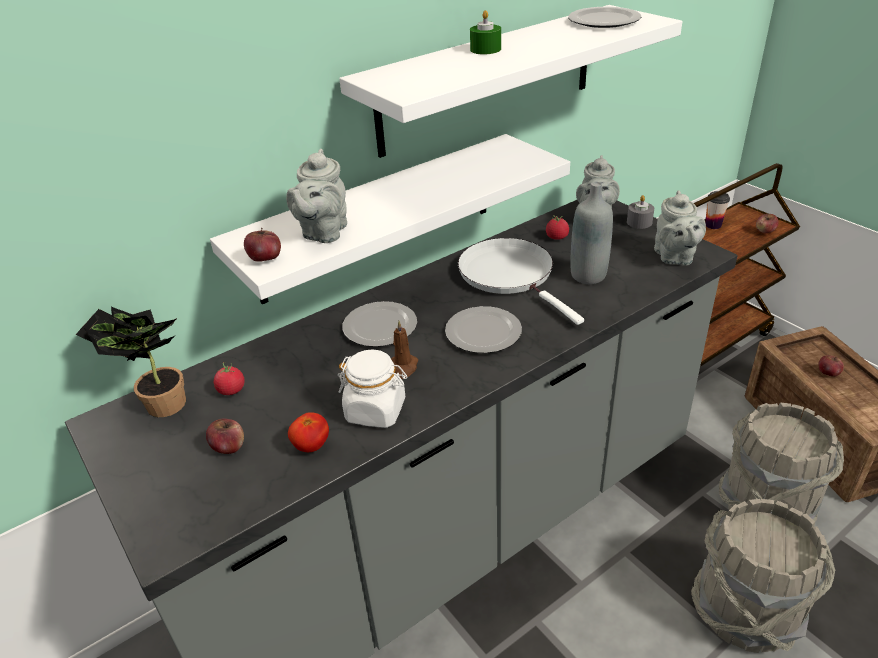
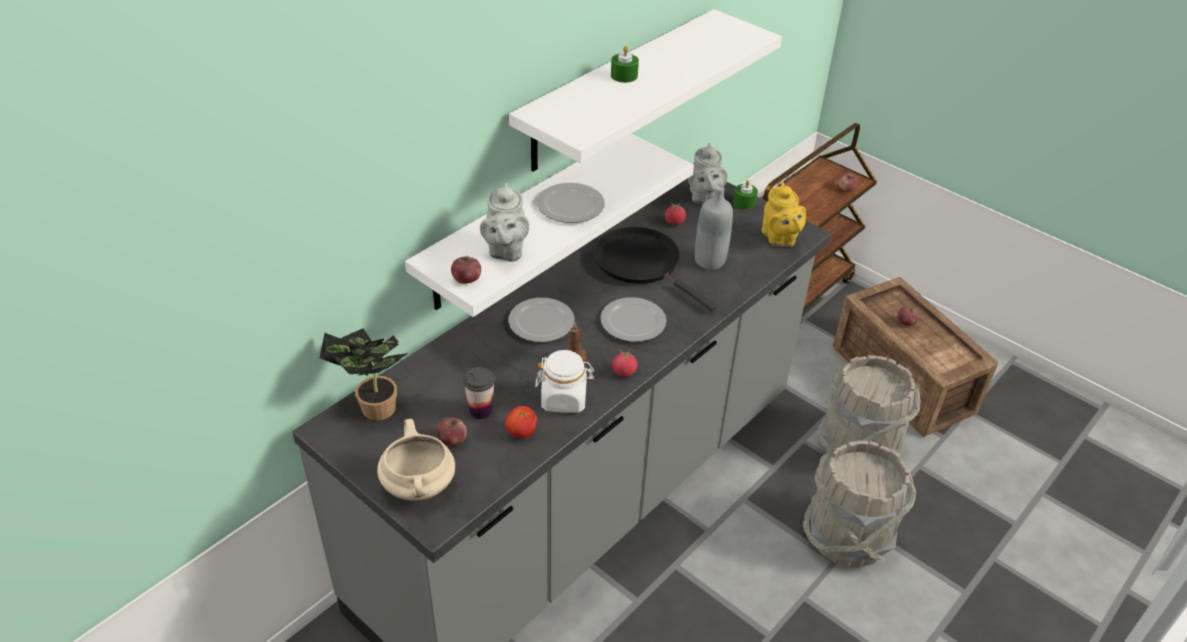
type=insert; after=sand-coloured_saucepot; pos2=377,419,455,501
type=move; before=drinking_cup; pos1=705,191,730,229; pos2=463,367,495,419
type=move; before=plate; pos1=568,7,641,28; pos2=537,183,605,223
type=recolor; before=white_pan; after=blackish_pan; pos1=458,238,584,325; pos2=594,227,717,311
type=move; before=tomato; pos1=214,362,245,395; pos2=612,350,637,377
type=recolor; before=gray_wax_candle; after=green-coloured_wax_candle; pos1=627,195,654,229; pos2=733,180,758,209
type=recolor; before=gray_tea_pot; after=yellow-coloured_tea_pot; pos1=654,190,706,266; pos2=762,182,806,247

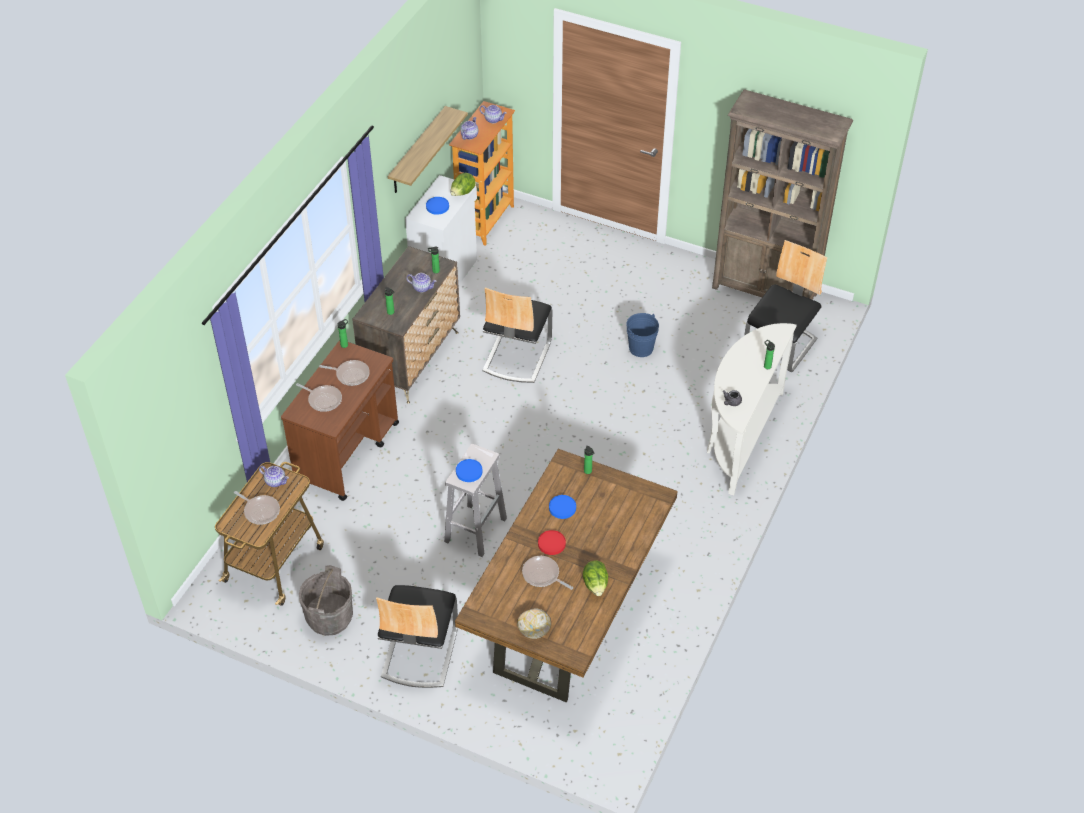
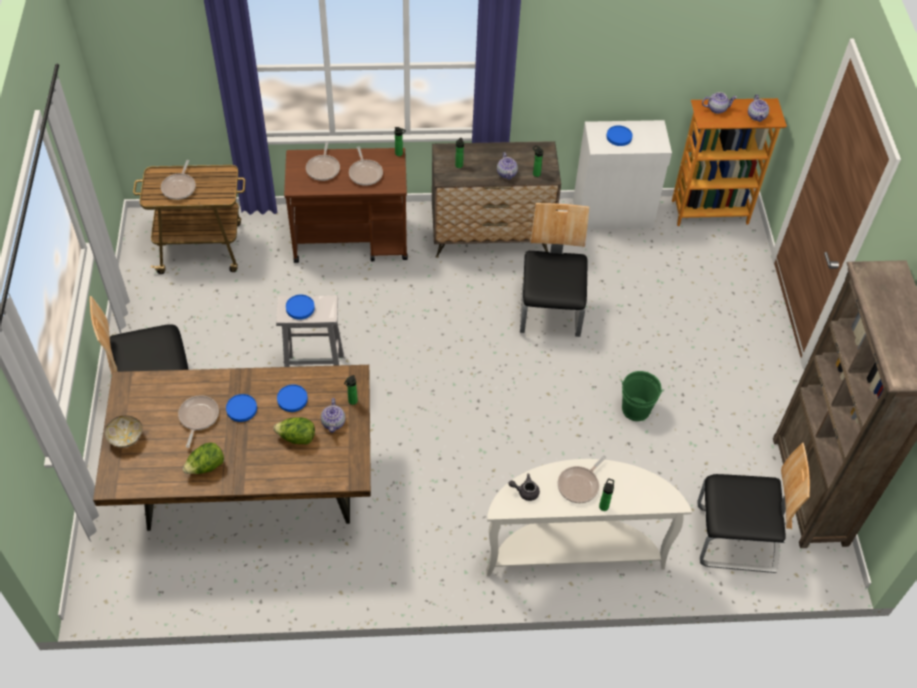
type=recolor; before=reddish_plate; after=blue_plate; pos1=538,530,566,555; pos2=226,394,257,422
type=move; before=lettuce_head; pos1=450,173,475,196; pos2=273,417,315,444
type=move; before=tea_pot; pos1=259,466,289,487; pos2=321,398,345,433
type=rotate; before=upright_chair; pos1=483,287,552,383; pos2=520,203,589,337; turn=105
type=insert; after=pan; pos2=558,455,606,503
type=recolor; before=blue_bucket; after=green-coloured_bucket; pos1=626,313,659,357; pos2=621,371,664,421
type=delete; before=gray_bucket; pos1=299,565,353,636
type=delete; before=bracket_shelf; pos1=388,106,468,193

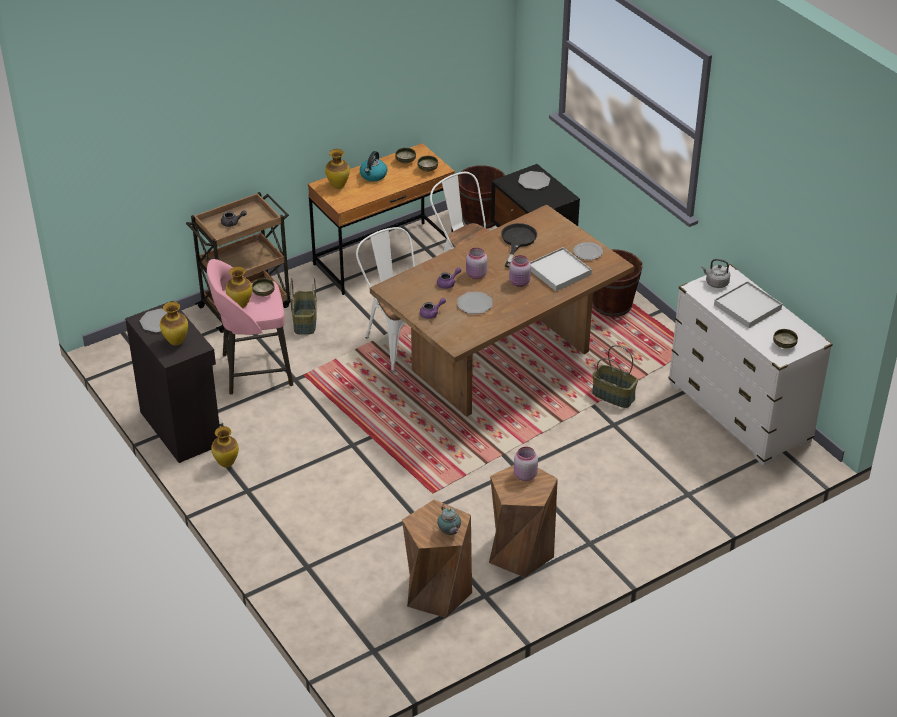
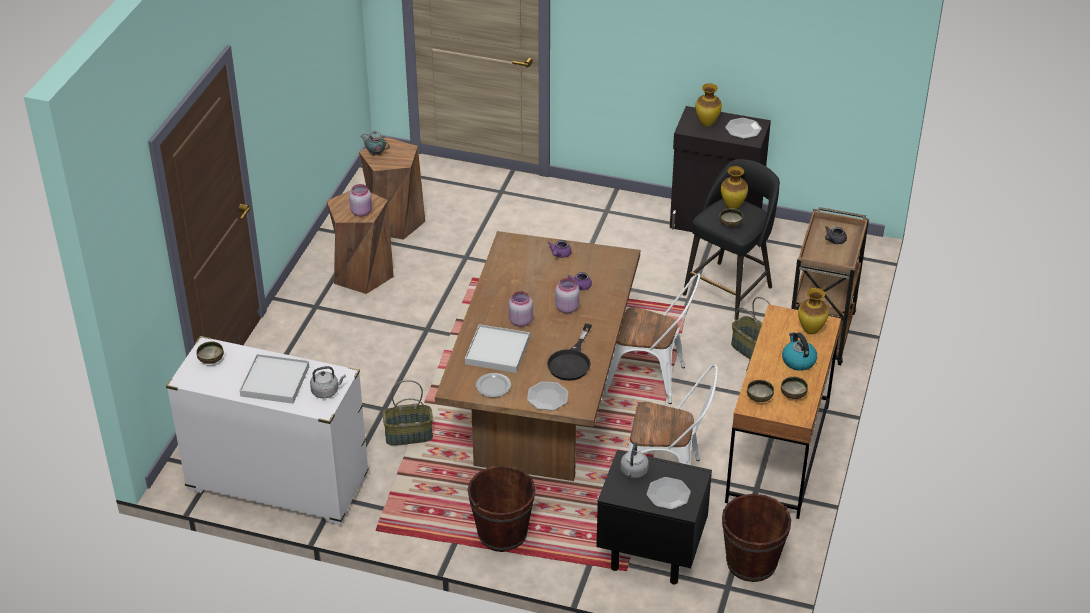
type=move; before=plate; pos1=457,292,492,314; pos2=527,382,568,410
type=rotate; before=blackish_pan; pos1=501,223,537,268; pos2=547,323,592,381; turn=45
type=insert; after=gray_kettle; pos2=621,442,649,478
type=recolor; before=pink_sitting_stool; after=blackish_sitting_stool; pos1=207,259,293,395; pos2=683,159,780,320
type=delete; before=flower_vase; pos1=211,426,239,468

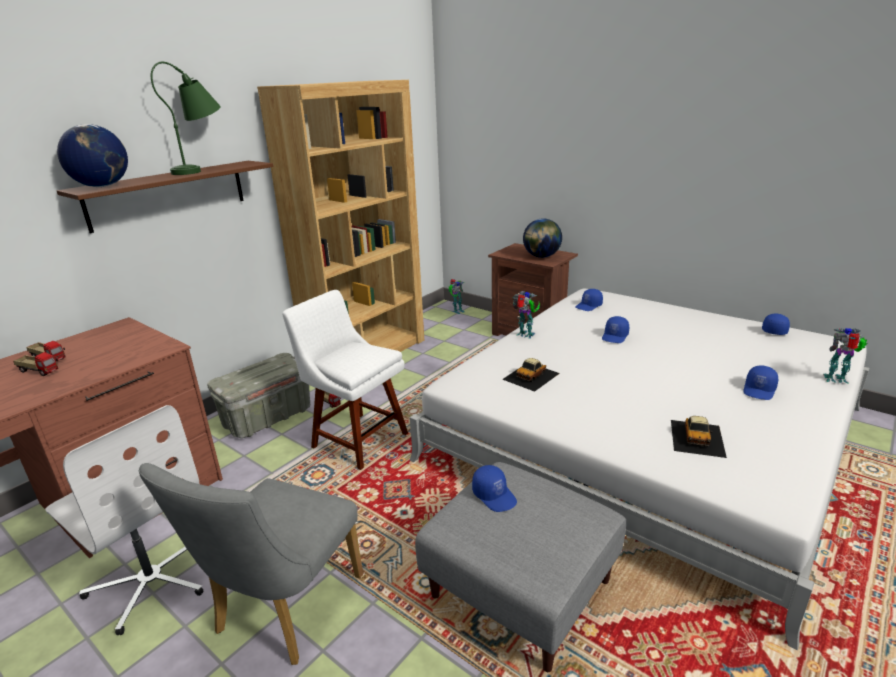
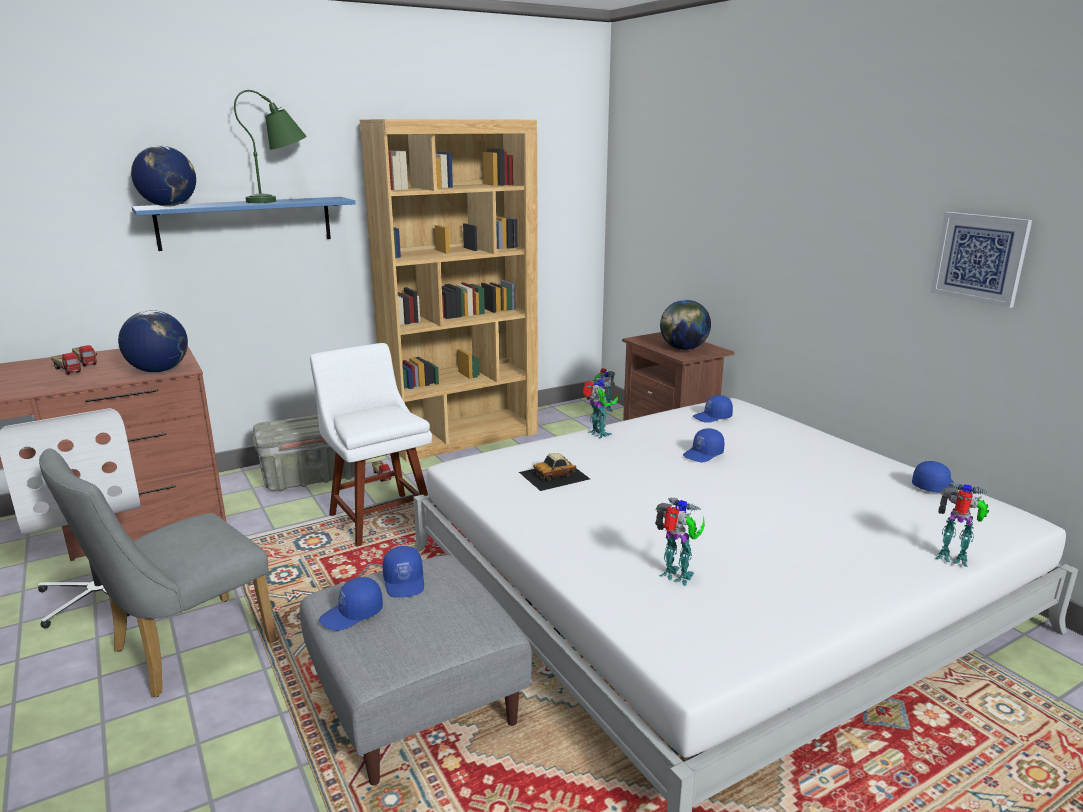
type=insert; after=globe; pos2=118,310,188,373
type=recolor; before=brownish_bracket_shelf; after=blue_bracket_shelf; pos1=57,161,273,233; pos2=132,197,355,251
type=move; before=blue_cap; pos1=743,366,778,400; pos2=319,577,383,631
type=replace; before=toy_car; after=model_robot; pos1=671,416,727,458; pos2=655,498,705,586
type=insert; after=wall_picture; pos2=931,212,1032,308

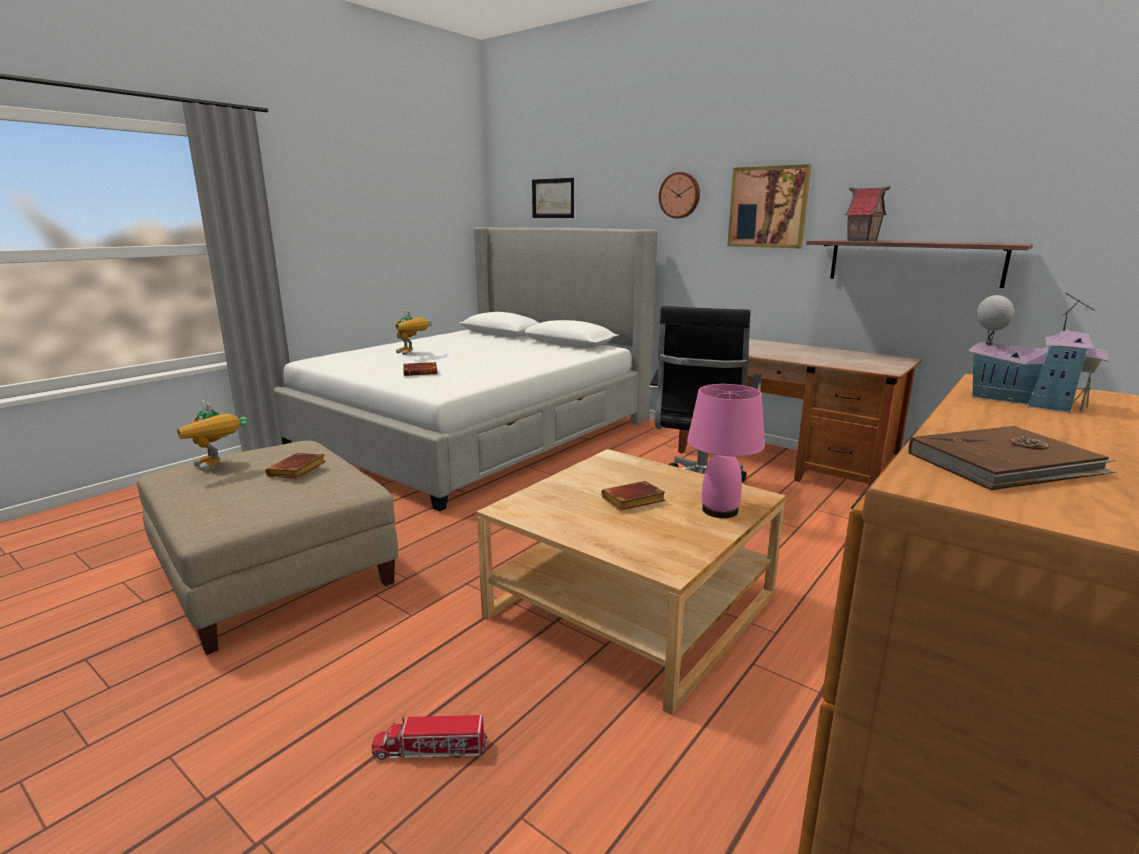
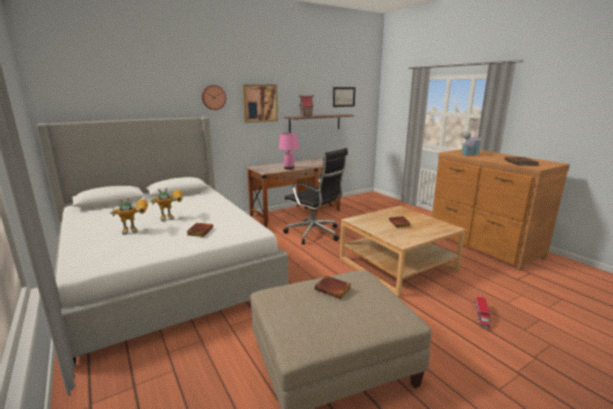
type=move; before=model_robot; pos1=177,400,247,471; pos2=150,188,183,221
type=move; before=pink_lamp_for_a_table; pos1=687,384,765,518; pos2=279,133,299,169
type=move; before=wall_picture; pos1=532,178,574,218; pos2=333,87,356,107

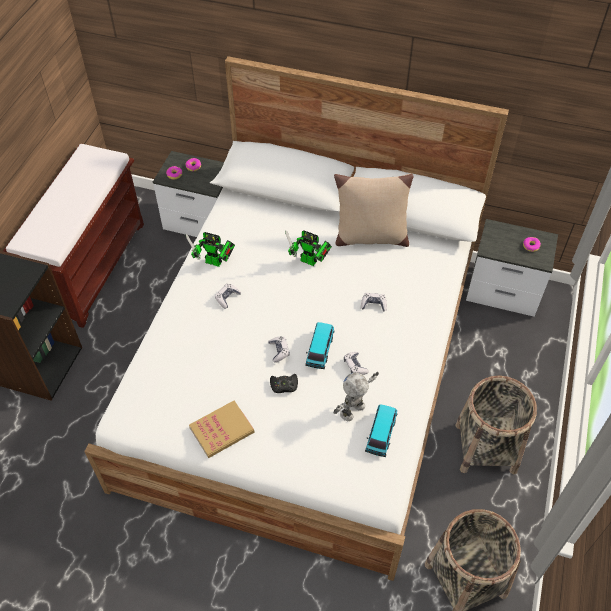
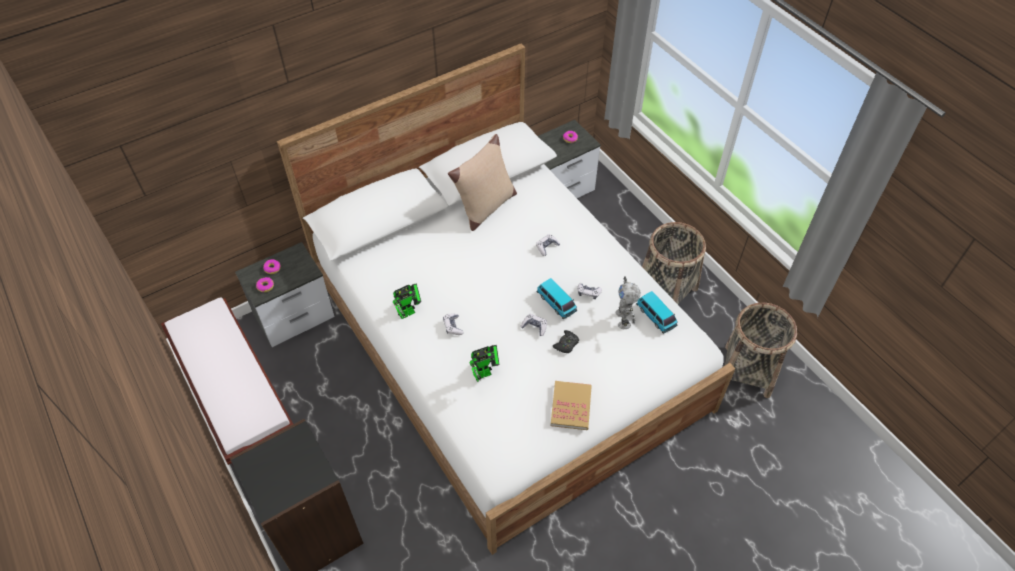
type=move; before=model_robot; pos1=285,230,332,266; pos2=469,345,500,382

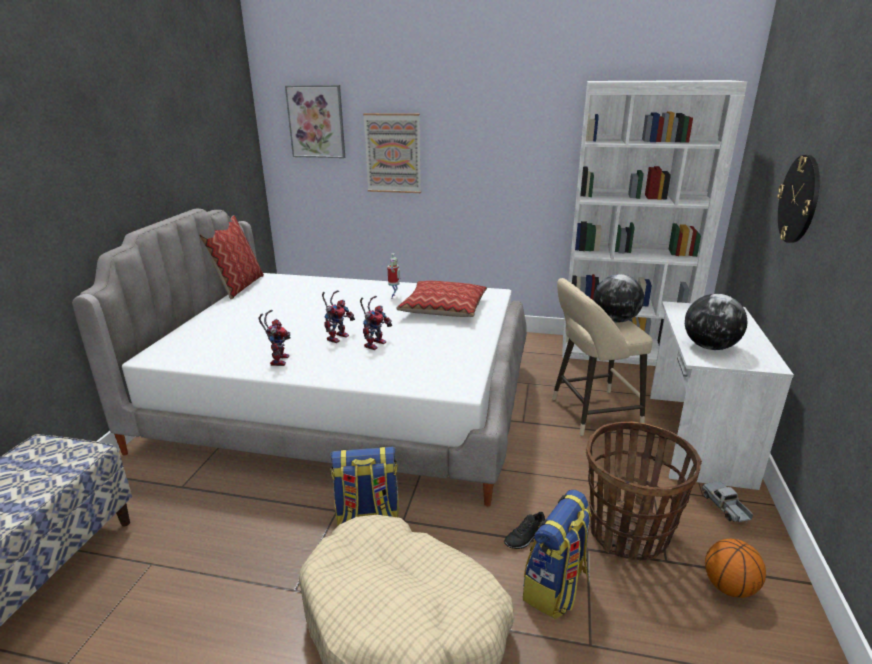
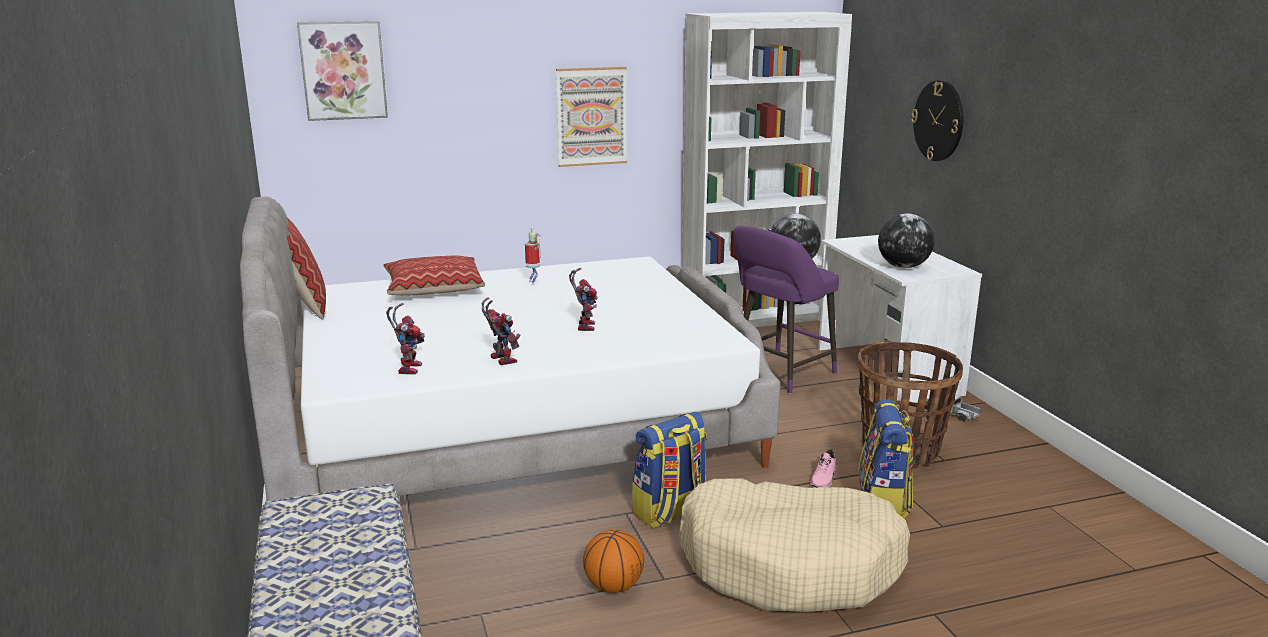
type=move; before=pillow; pos1=396,281,487,317; pos2=383,255,485,296
type=move; before=model_robot; pos1=322,290,355,343; pos2=386,303,425,374
type=move; before=wall_picture; pos1=363,113,421,193; pos2=556,67,627,167
type=move; before=basketball; pos1=705,539,766,598; pos2=583,529,644,593
type=recolor; before=sand-coloured_sitting_stool; after=purple-coloured_sitting_stool; pos1=552,278,653,436; pos2=733,226,839,394
type=recolor; before=blackish_shoe; after=pink_shoe; pos1=504,512,545,549; pos2=810,449,836,488

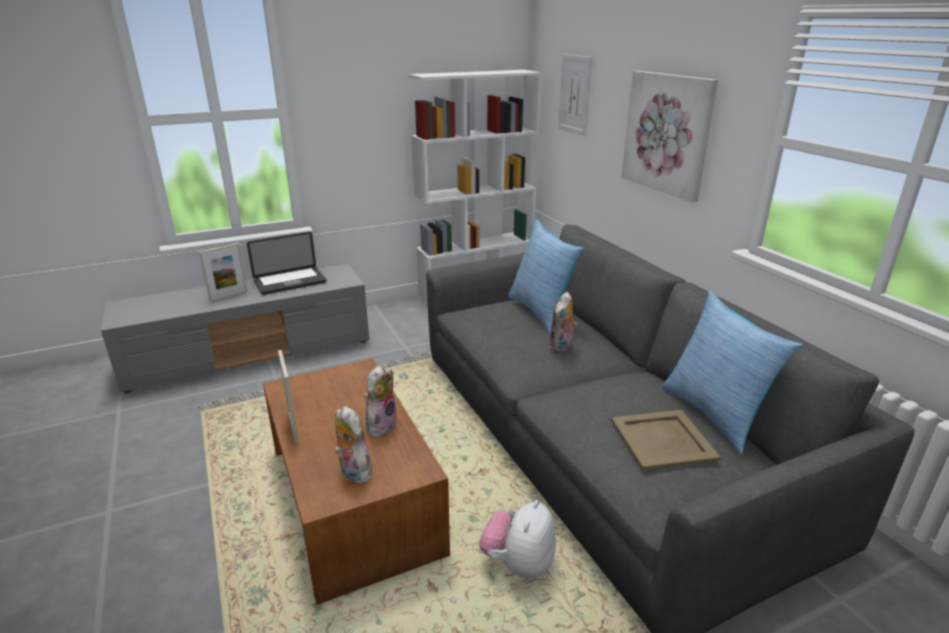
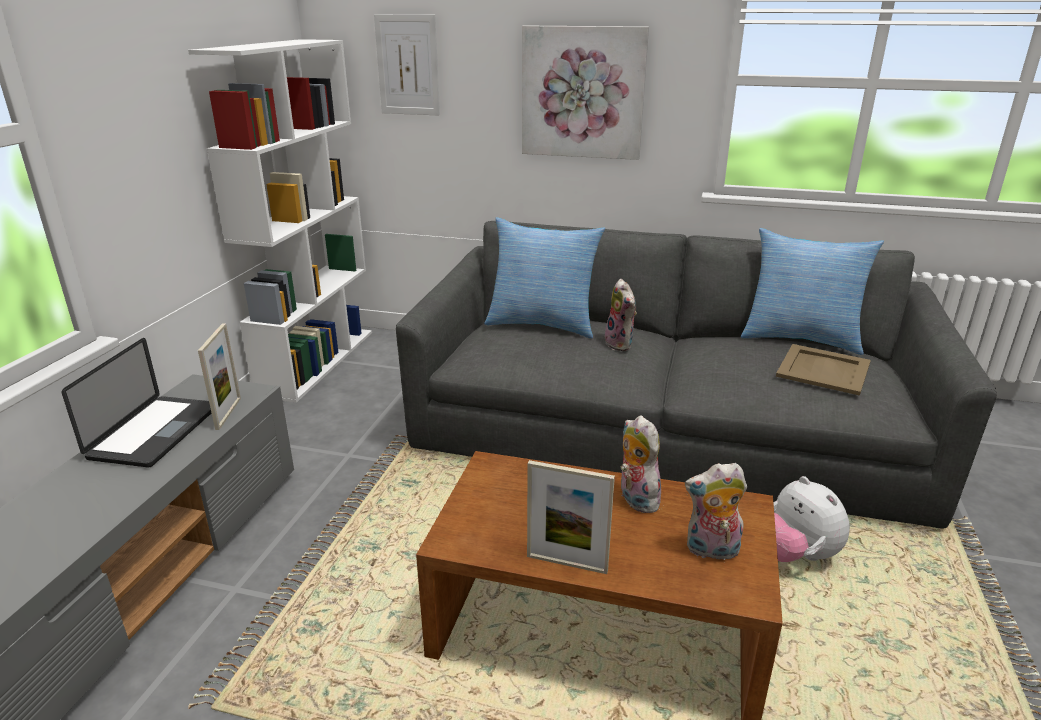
type=move; before=picture_frame; pos1=199,243,247,302; pos2=198,323,241,430

